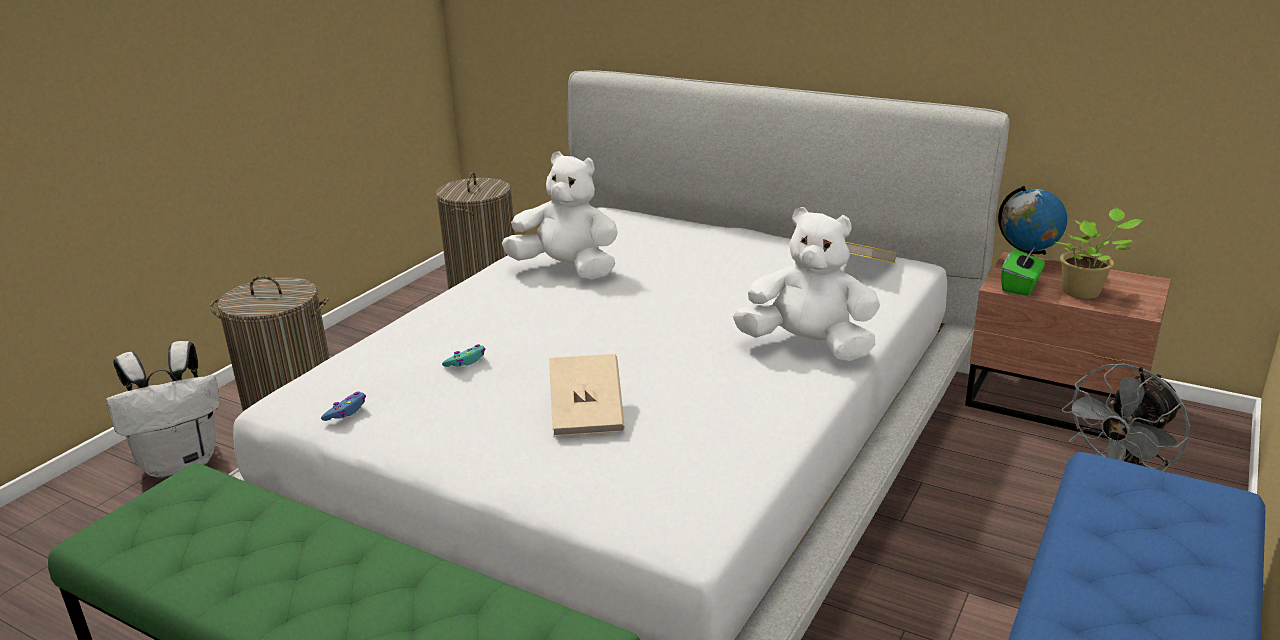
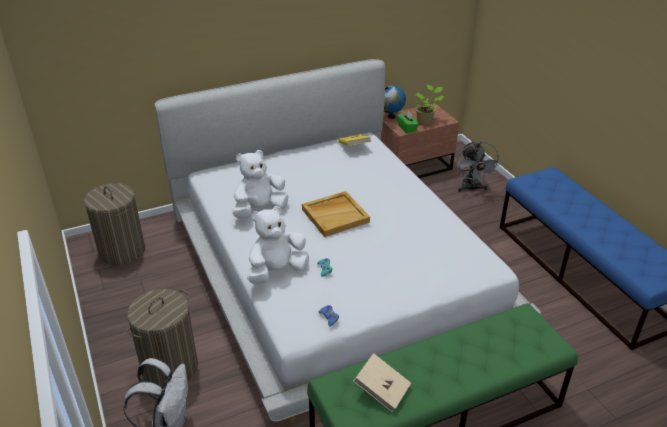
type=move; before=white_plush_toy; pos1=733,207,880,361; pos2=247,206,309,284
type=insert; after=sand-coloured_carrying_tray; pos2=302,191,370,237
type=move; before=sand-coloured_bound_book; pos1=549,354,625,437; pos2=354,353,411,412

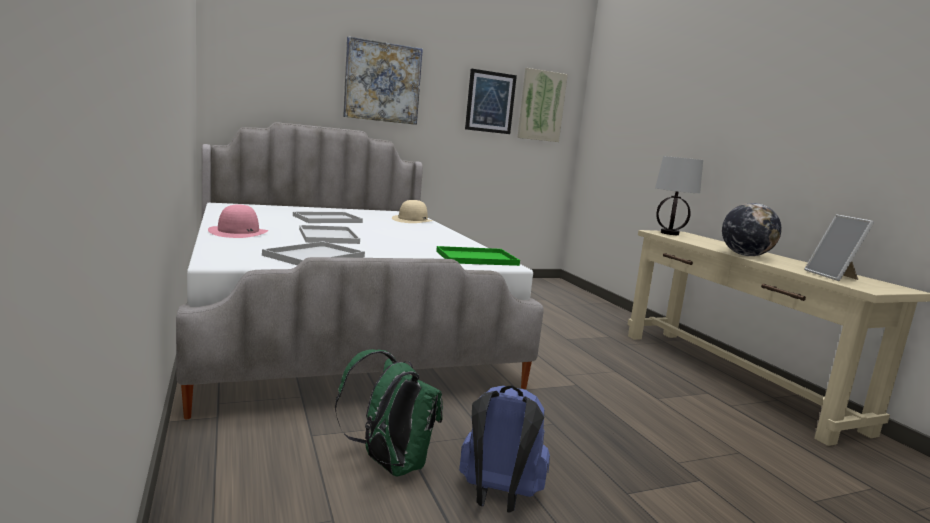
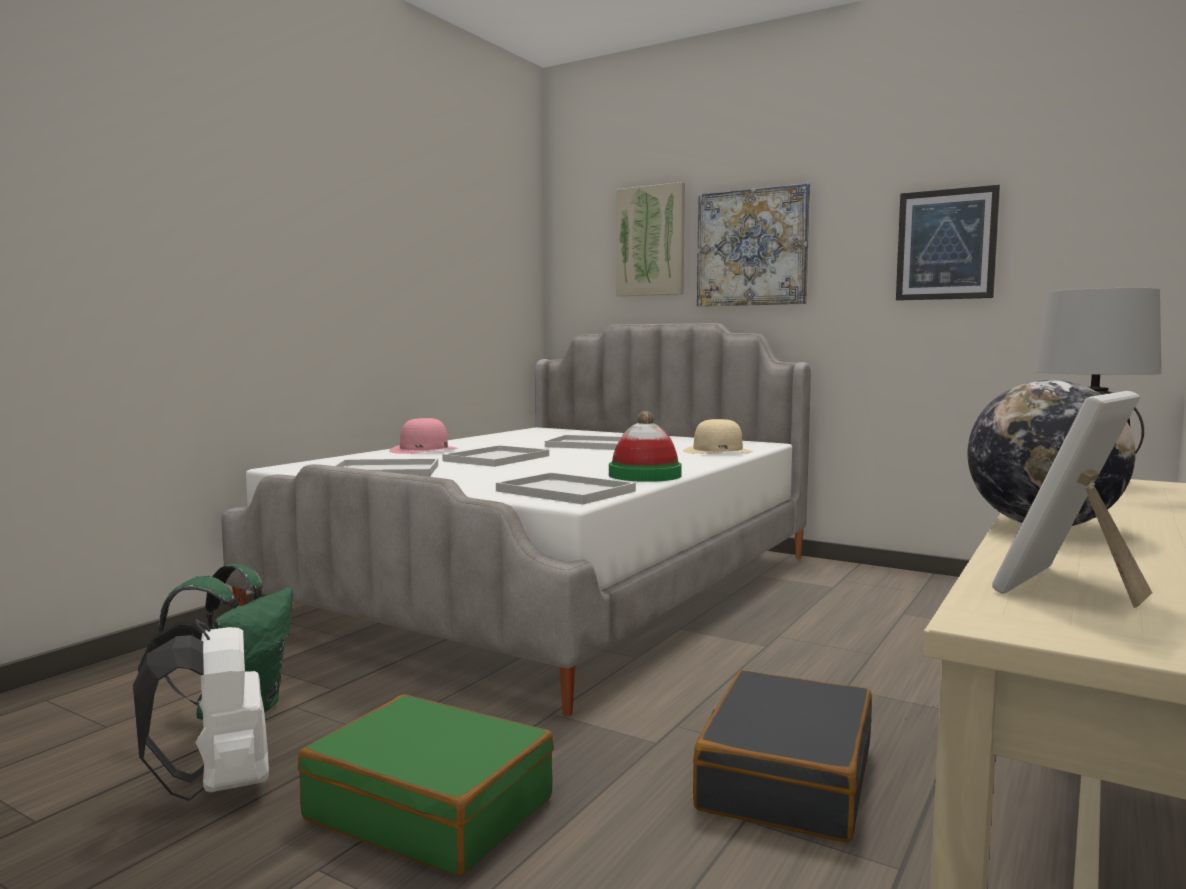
type=recolor; before=blue_rucksack; after=white_rucksack; pos1=459,385,550,512; pos2=133,619,269,801
type=insert; after=green-coloured_piece_of_luggage; pos2=298,695,554,876
type=recolor; before=green-coloured_carrying_tray; after=white_carrying_tray; pos1=436,246,520,266; pos2=496,472,636,504
type=insert; after=wearable_hat; pos2=609,411,682,482
type=move; before=wall_picture; pos1=517,68,568,142; pos2=616,182,685,296
type=insert; after=blackish_piece_of_luggage; pos2=693,670,872,843

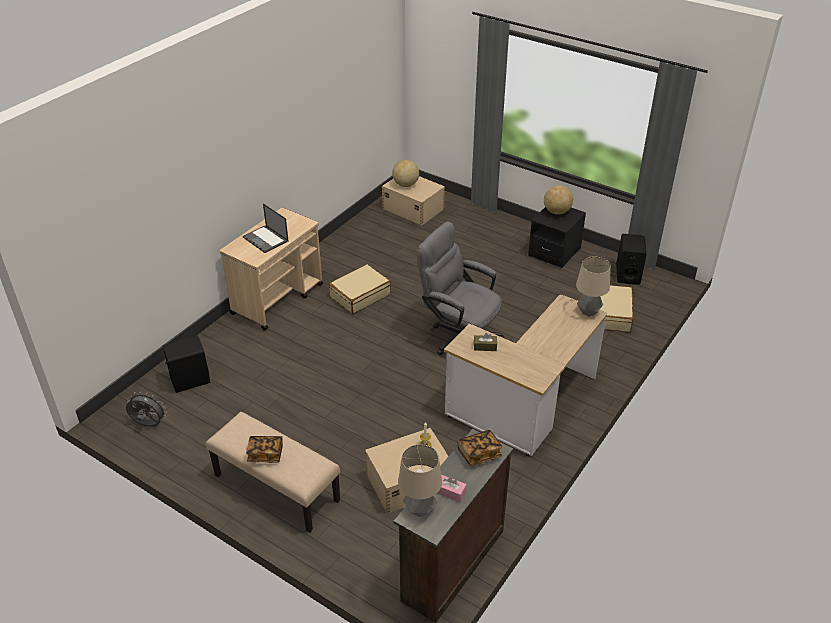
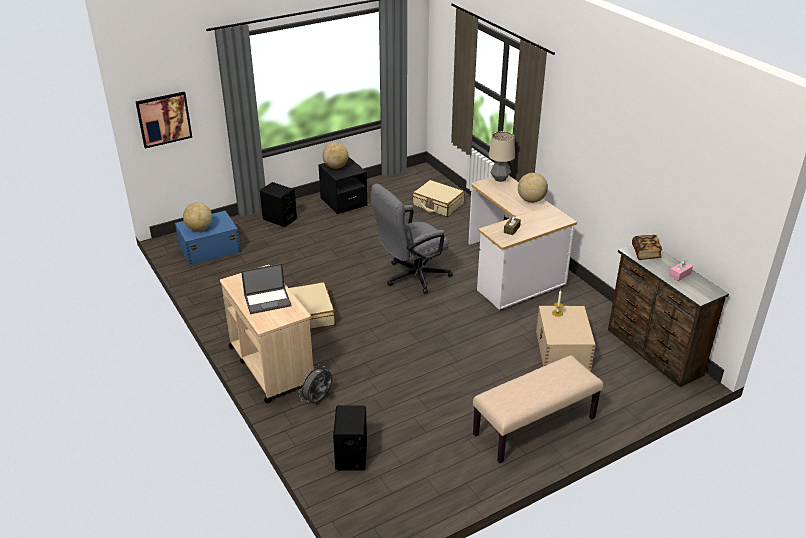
type=insert; after=wall_picture; pos2=136,92,192,149
type=recolor; before=sand-coloured_storage_box; after=blue_storage_box; pos1=382,176,445,225; pos2=175,211,241,266
type=move; before=blackish_speaker; pos1=616,234,647,285; pos2=260,182,297,227
type=move; before=gray_cooling_fan; pos1=126,392,167,427; pos2=298,364,332,404
type=insert; after=globe; pos2=518,173,548,203
type=delete; before=bound_book; pos1=246,436,283,463
type=delete; before=lamp_for_a_table; pos1=398,444,442,517

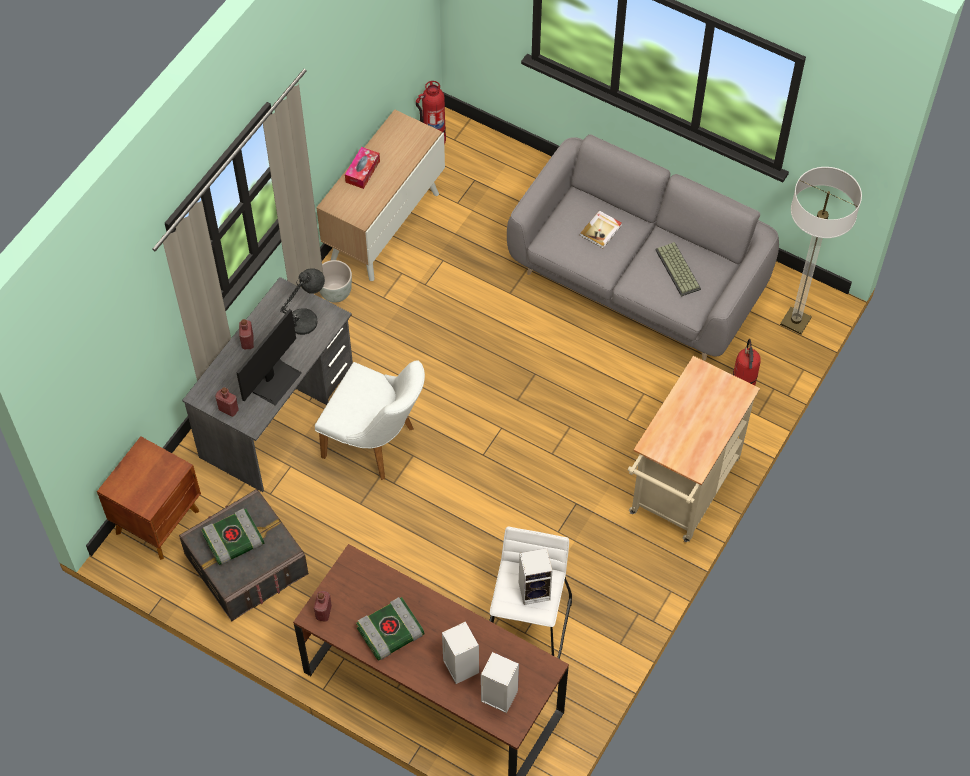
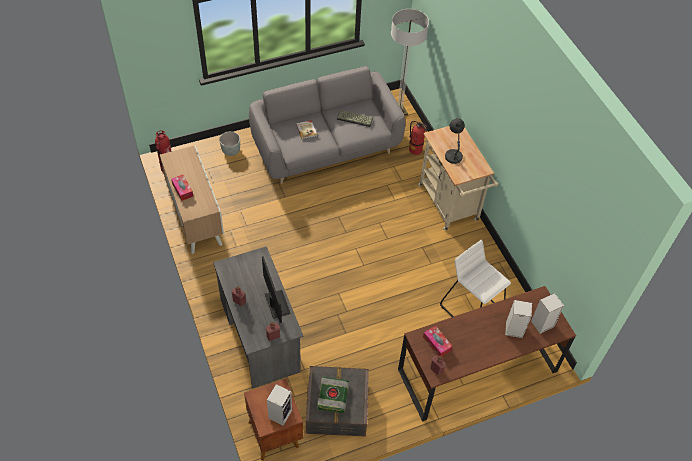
type=move; before=gray_flower_pot; pos1=319,260,352,303; pos2=219,131,240,156
type=move; before=speaker; pos1=519,548,552,605; pos2=267,384,292,426
type=insert; after=tissue_box; pos2=423,325,453,357
type=move; before=gray_lamp_for_a_table; pos1=280,268,325,335; pos2=445,118,465,167
type=delete; before=white_upright_chair; pos1=315,360,425,480
type=delete; before=bound_book; pos1=356,597,425,661

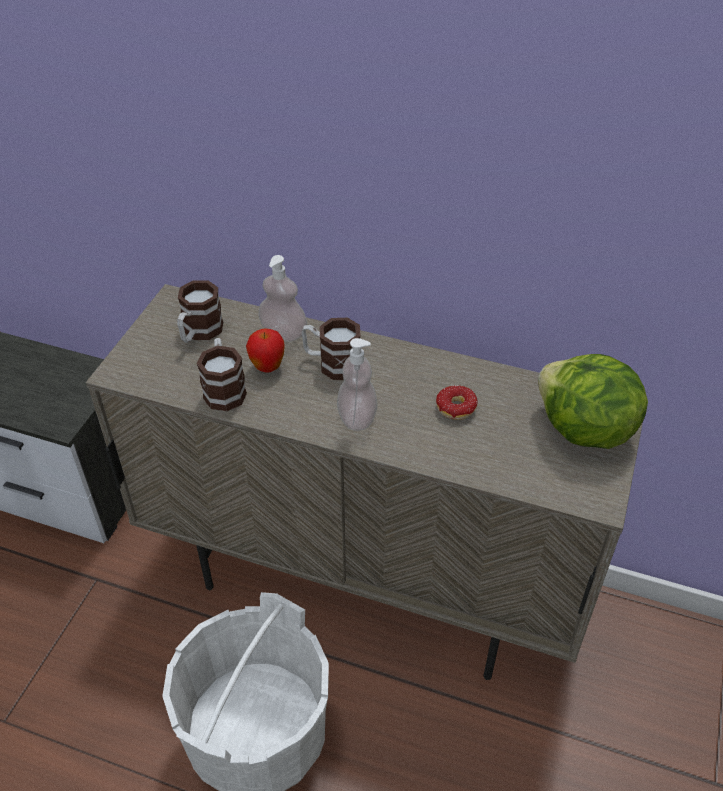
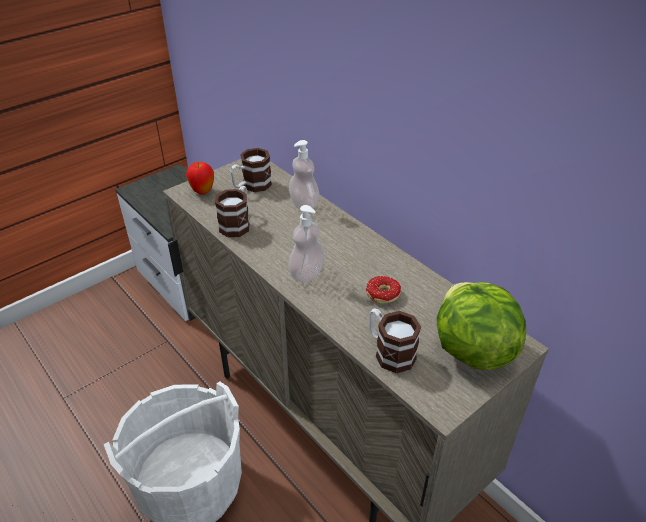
type=move; before=apple; pos1=246,328,285,373; pos2=186,162,214,195
type=move; before=mug; pos1=302,318,361,380; pos2=369,308,421,373

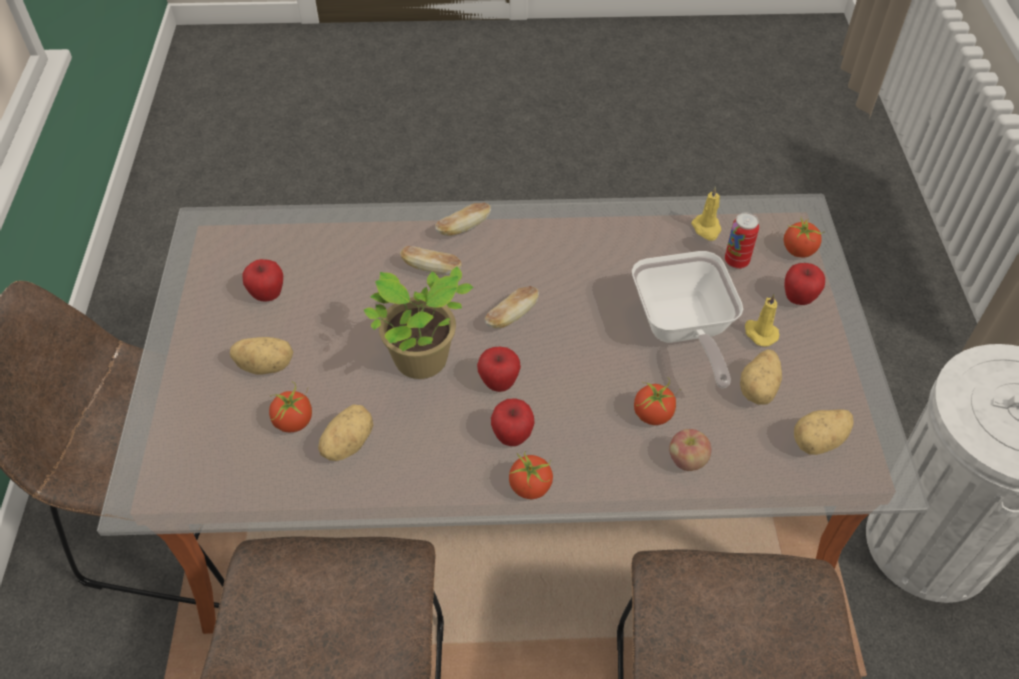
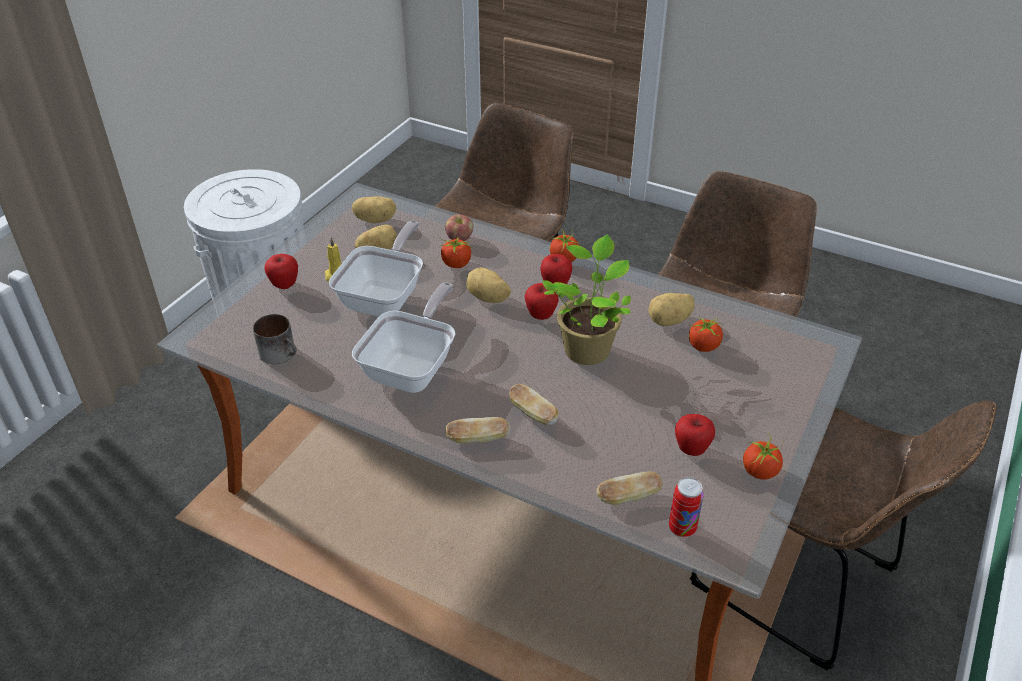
type=replace; before=yellow-coloured_wax_candle; after=mug; pos1=691,186,721,241; pos2=253,314,297,364
type=insert; after=pan; pos2=352,283,455,393
type=move; before=spud; pos1=230,337,293,375; pos2=466,267,511,303
type=move; before=baked_bread; pos1=484,286,539,329; pos2=596,471,663,505
type=move; before=sealed_can; pos1=725,212,759,269; pos2=669,477,704,537
type=move; before=tomato; pos1=784,218,822,258; pos2=743,433,783,480

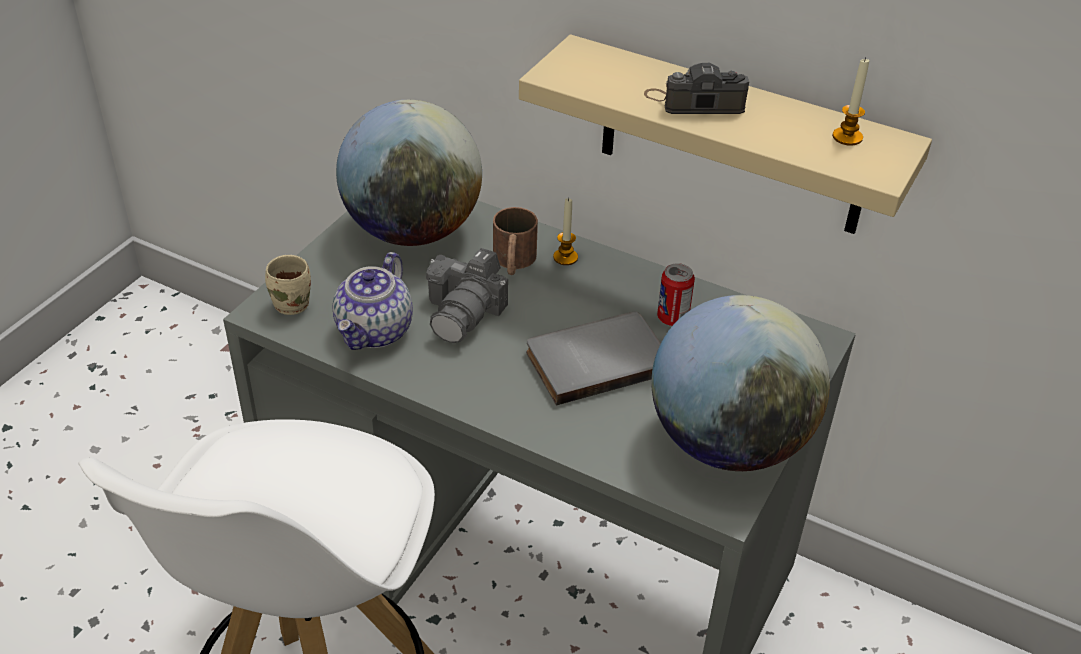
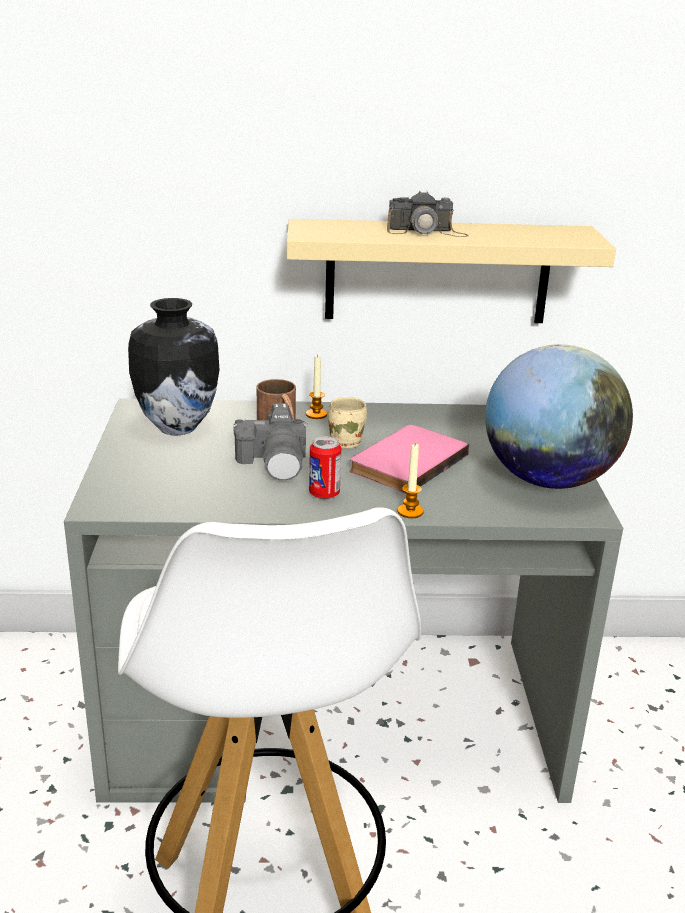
type=replace; before=globe; after=flower_vase; pos1=336,100,482,246; pos2=128,298,219,435
type=move; before=sealed_can; pos1=657,263,695,326; pos2=309,437,341,499
type=move; before=sand-coloured_mug; pos1=265,255,311,315; pos2=328,397,367,449
type=recolor; before=gray_bound_book; after=pink_bound_book; pos1=526,312,661,405; pos2=350,425,469,494
type=rotate; before=photo_camera; pos1=644,63,749,114; pos2=387,191,468,237; turn=-150
type=move; before=wax_candle; pos1=832,57,869,146; pos2=398,442,424,518
type=delete; before=tea_pot; pos1=333,252,413,350

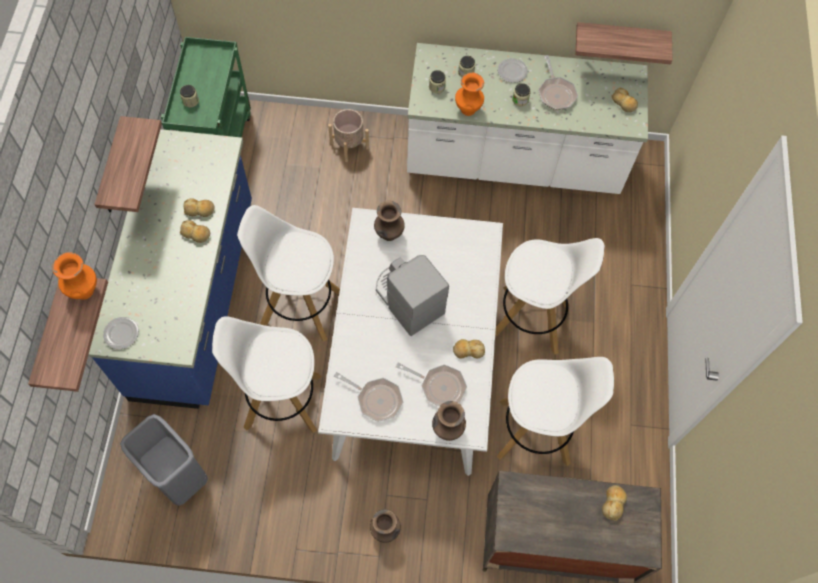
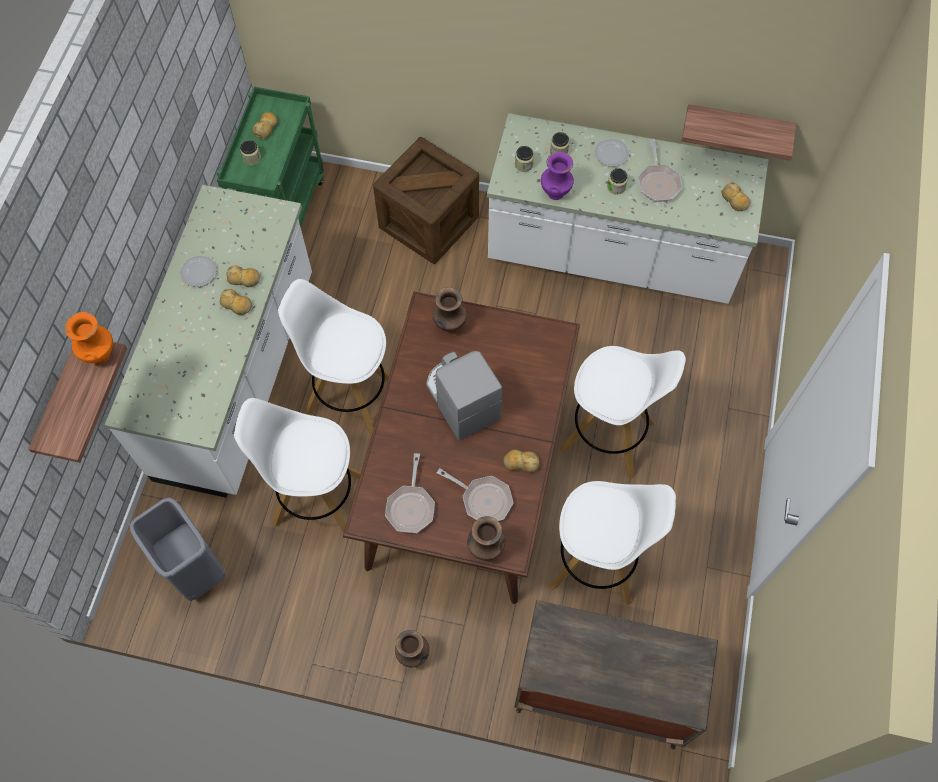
type=recolor; before=blue_counter; after=white_counter; pos1=88,129,252,409; pos2=105,185,312,498
type=move; before=plate; pos1=103,317,139,349; pos2=180,256,217,287
type=move; before=baked_bread; pos1=602,485,627,521; pos2=253,112,278,139
type=recolor; before=white_kitchen_table; after=brownish_kitchen_table; pos1=318,208,503,476; pos2=343,291,580,604
type=replace; before=sand-coloured_flower_pot; after=crate; pos1=328,109,369,162; pos2=373,137,479,264
type=rotate; before=pan; pos1=334,372,403,422; pos2=385,453,435,533; turn=60
type=recolor; before=orange-coloured_flower_vase; after=purple-coloured_flower_vase; pos1=455,72,484,116; pos2=541,152,574,200
type=delete; before=bracket_shelf; pos1=94,116,162,212

